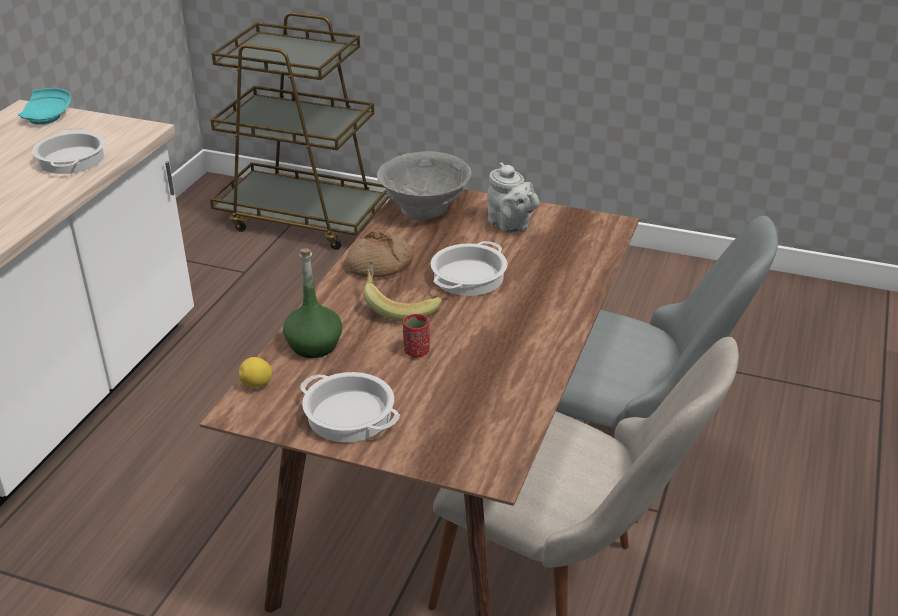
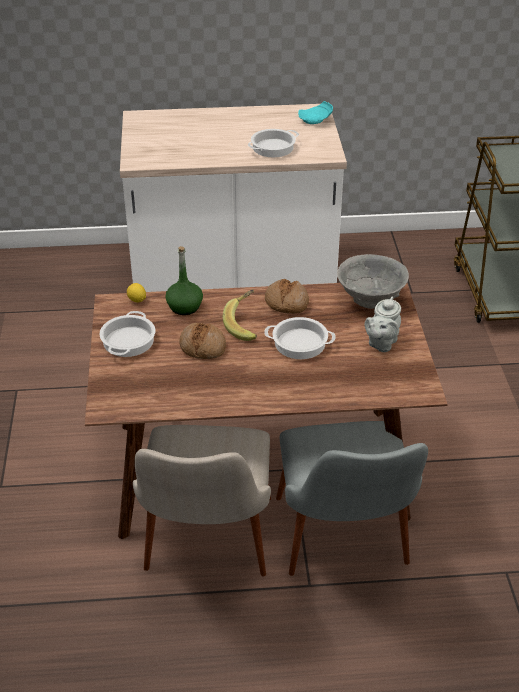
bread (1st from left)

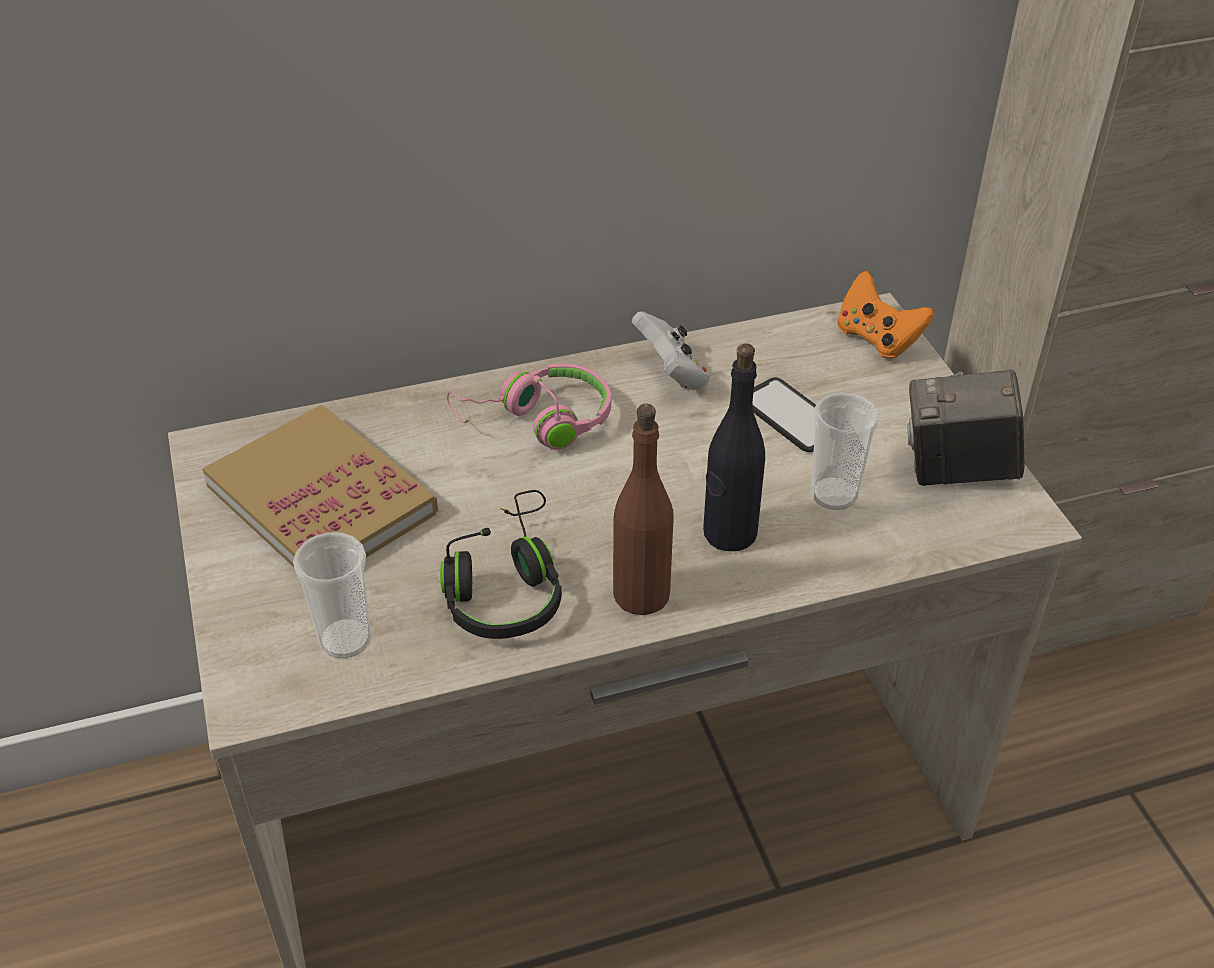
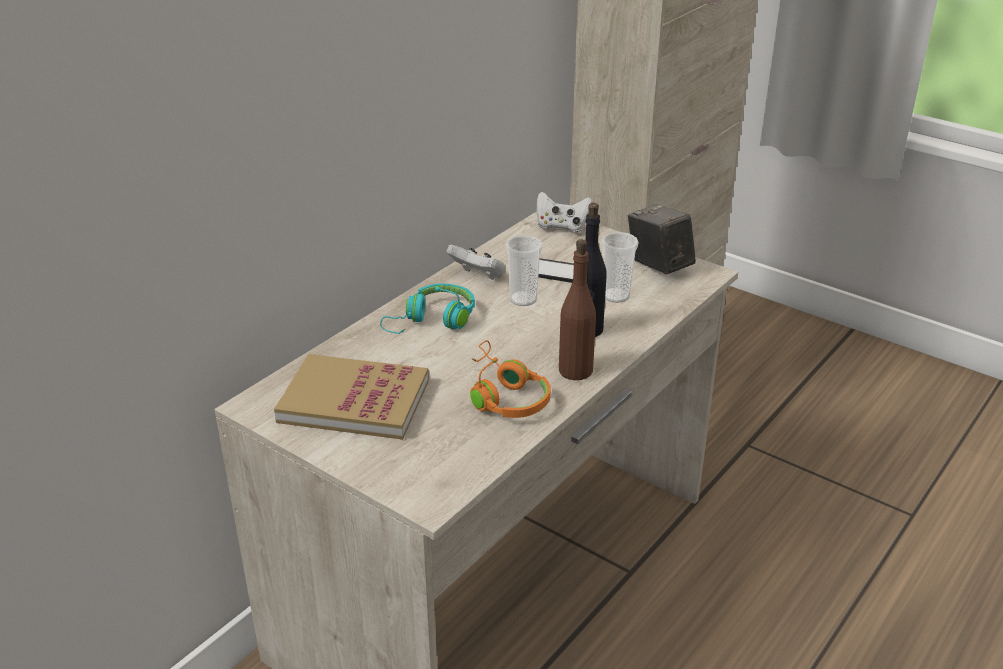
cup (1st from left); orange headphones; turquoise headphones; white game controller (2nd from left); photo camera

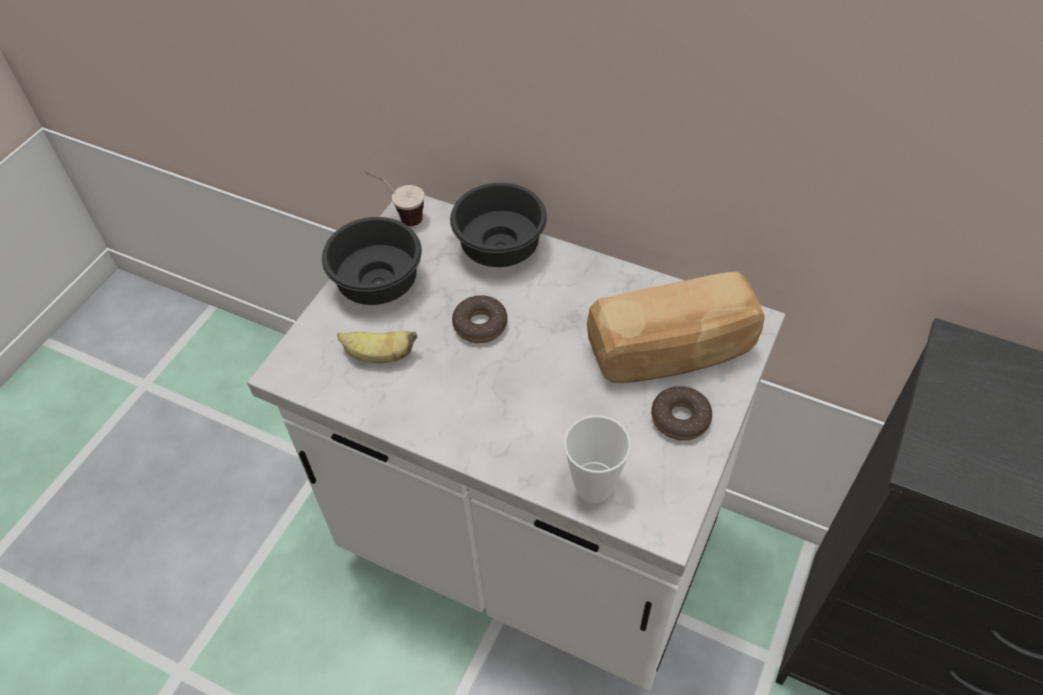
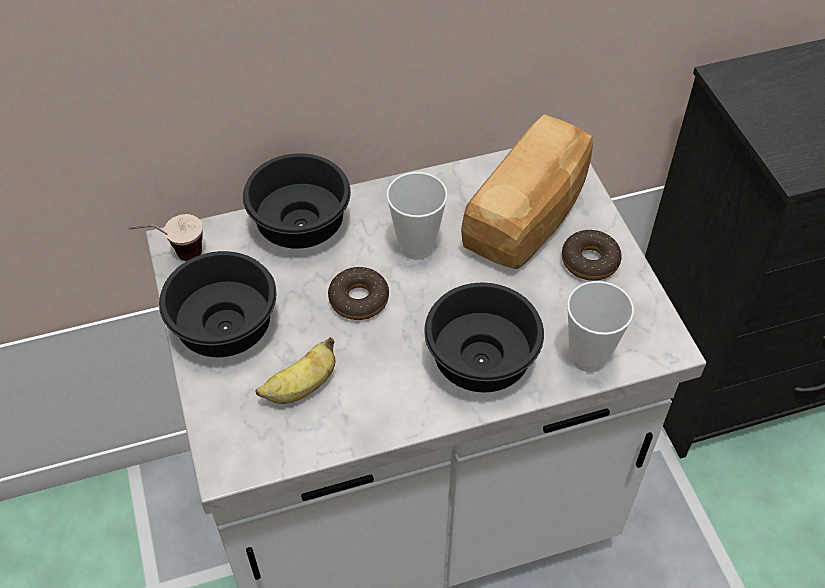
cup (2nd from left); black bowl (3rd from left)

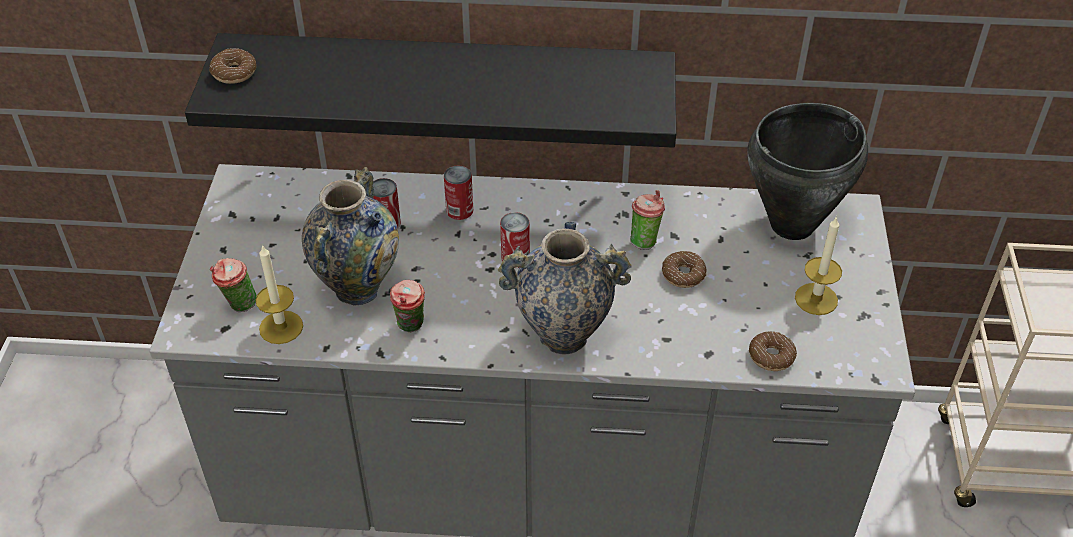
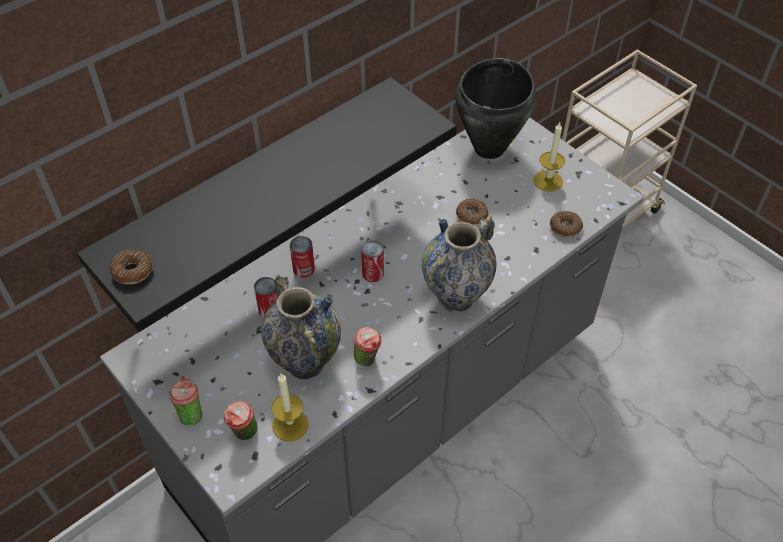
cup (1st from left)

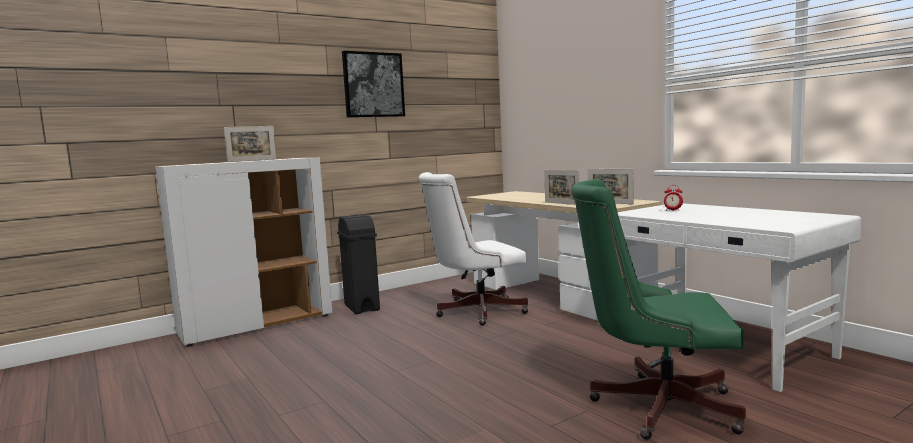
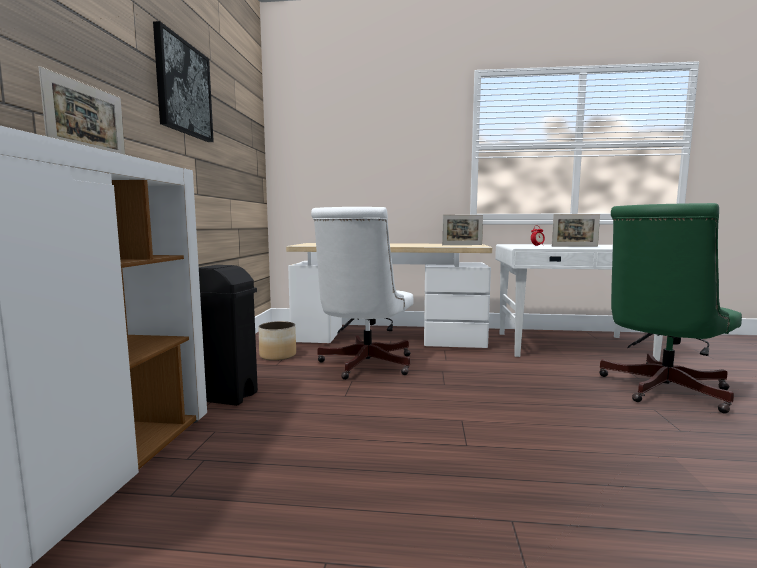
picture frame (3rd from left); planter

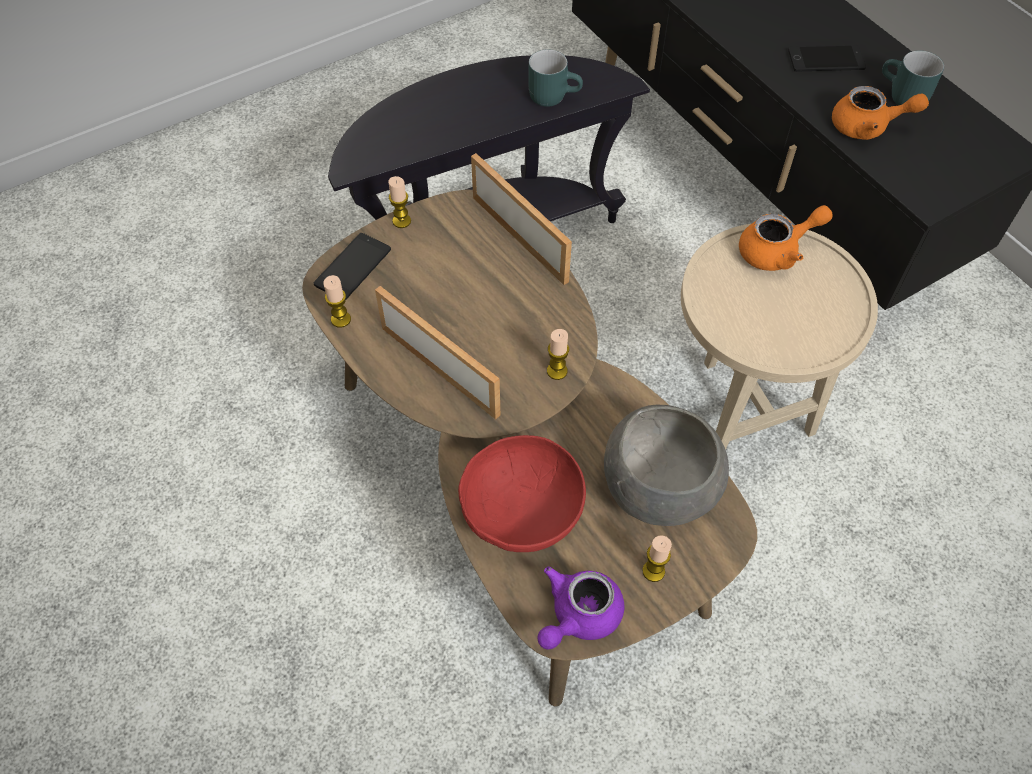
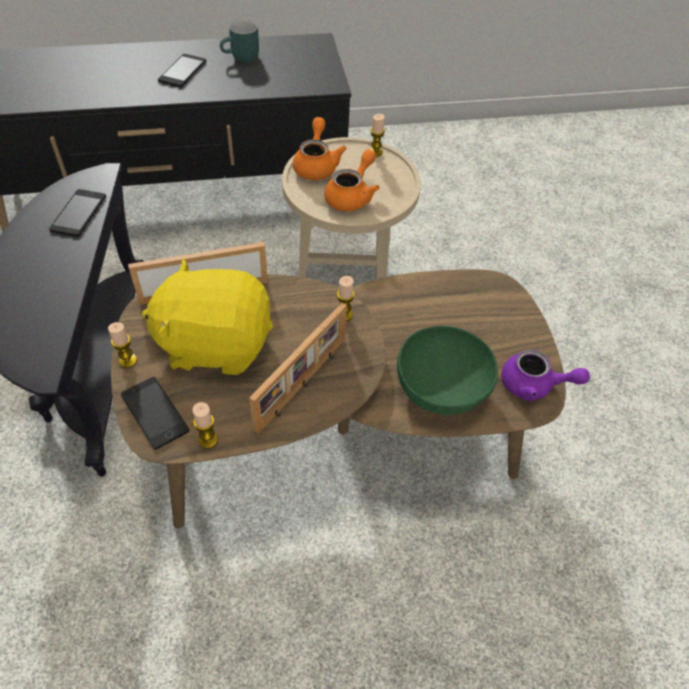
picture frame (2nd from left); green bowl; phone (1st from left); purple teapot; grey bowl; candle (4th from left); orange teapot (2nd from left); yellow plush toy

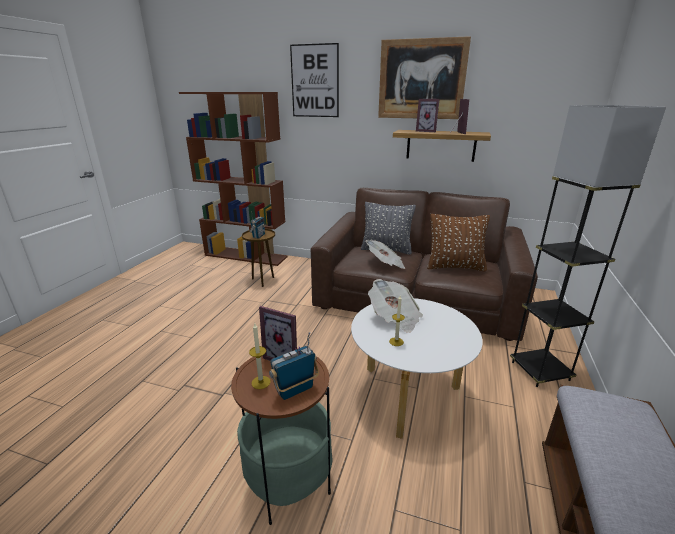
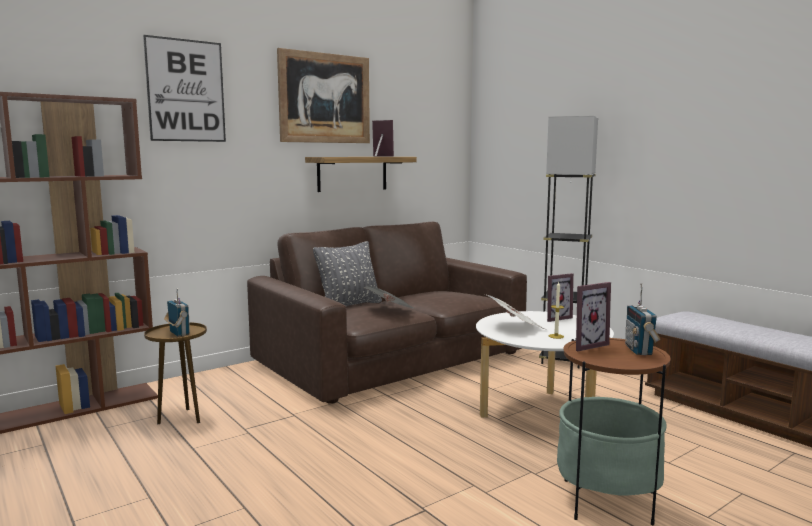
candle (1st from left in the first image); picture frame (2nd from left); brown pillow

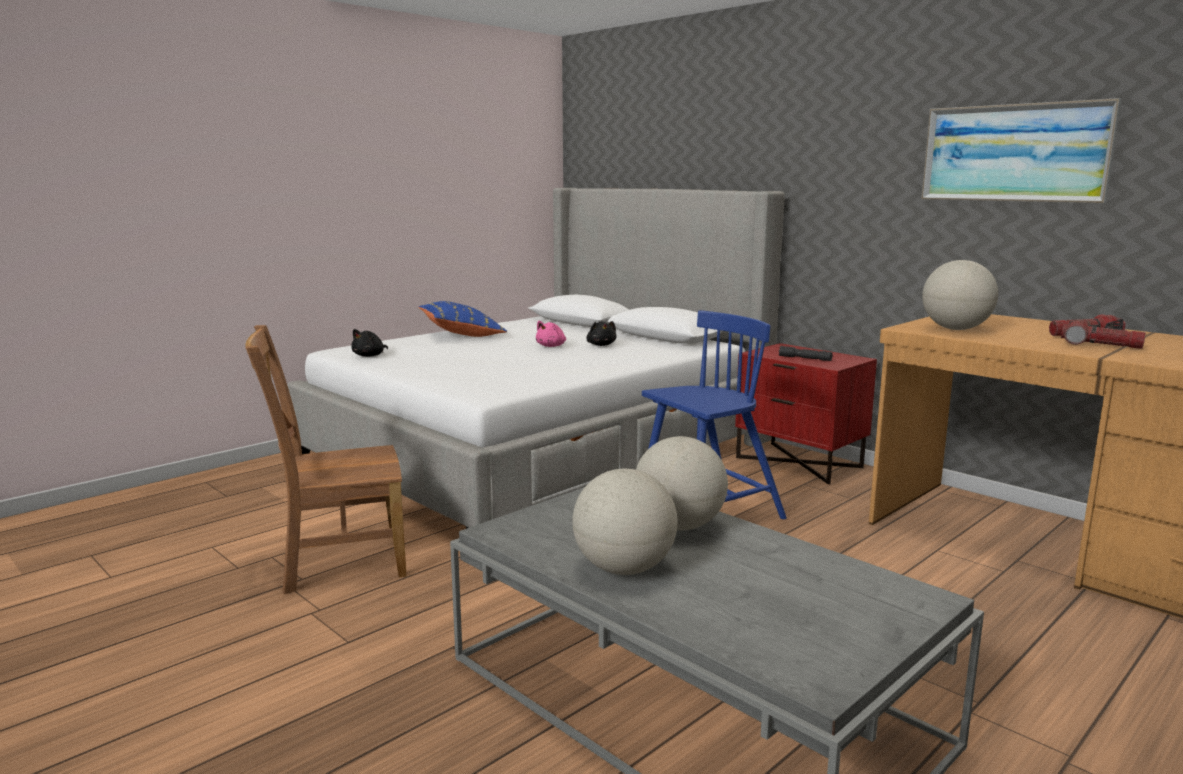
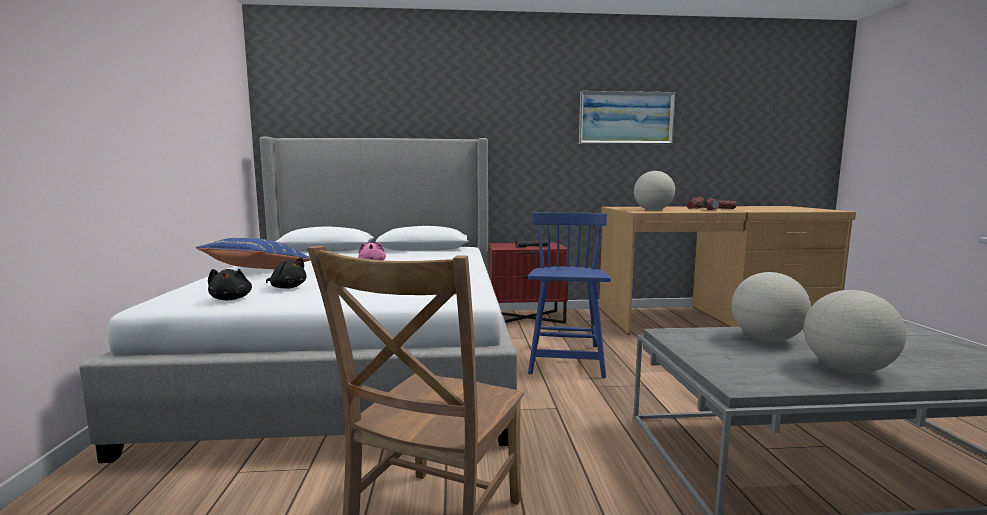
black plush toy (2nd from left)

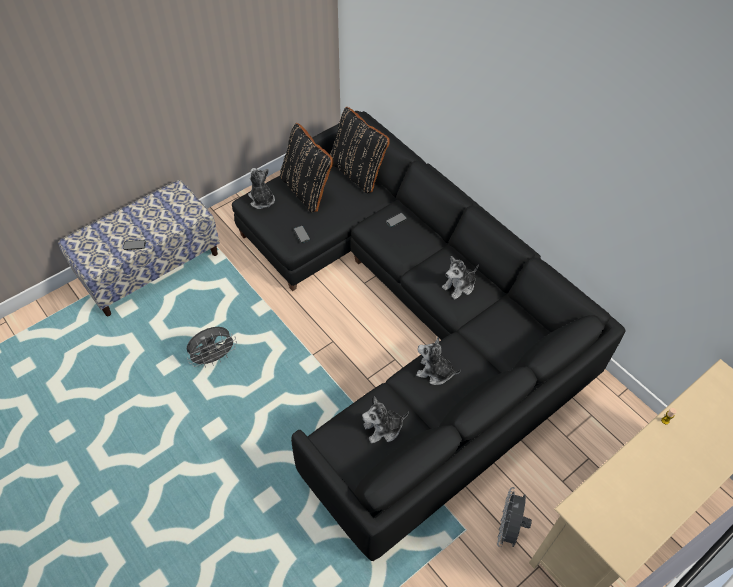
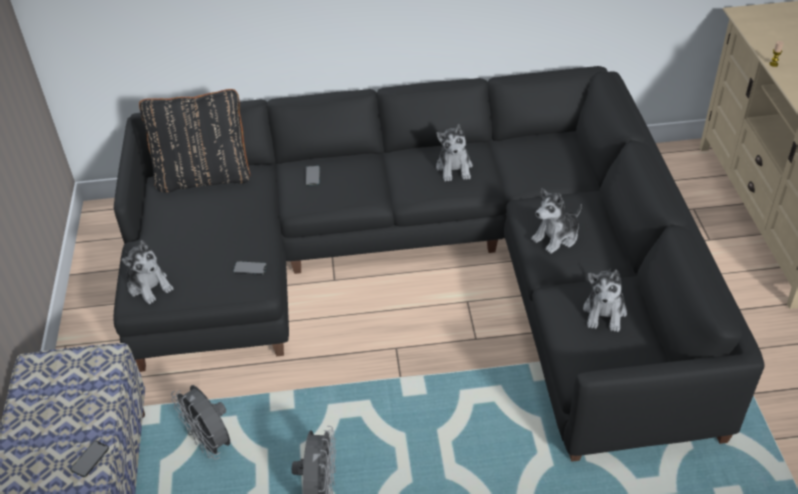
plush toy (1st from left); black pillow (1st from left in the first image); grey fan (1st from left)

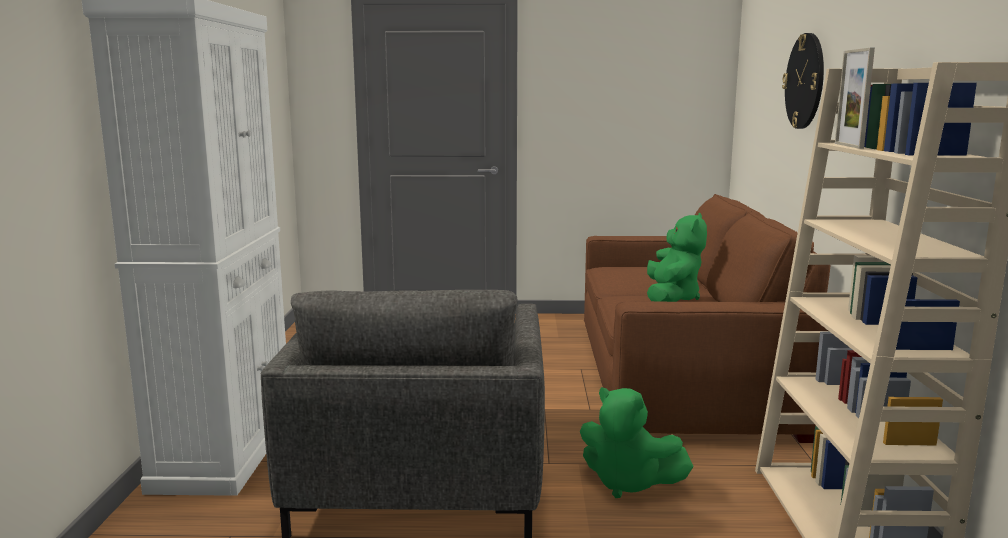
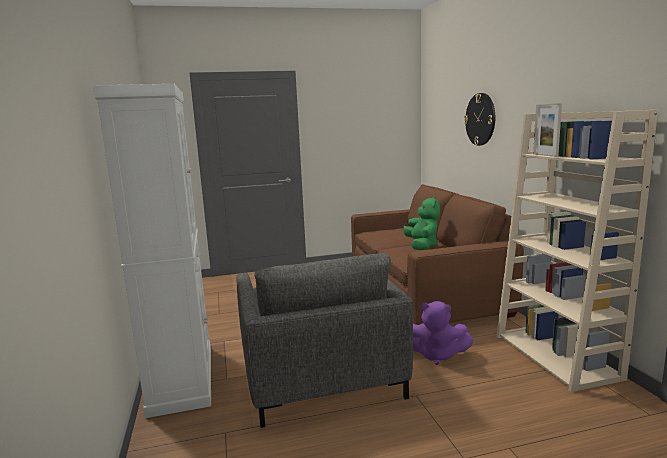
purple plush toy

